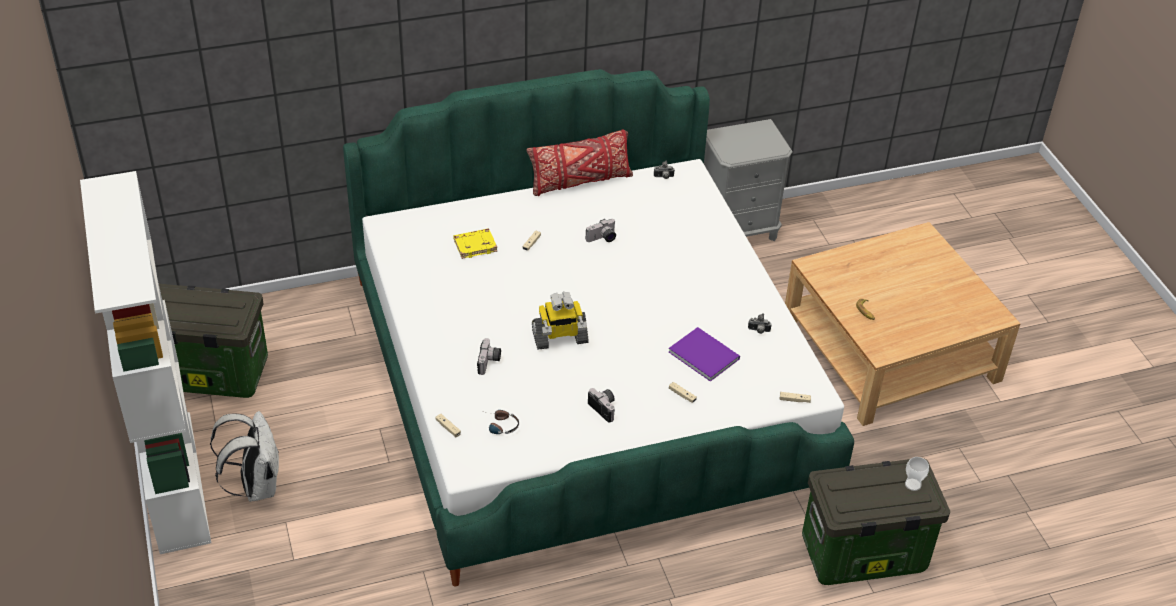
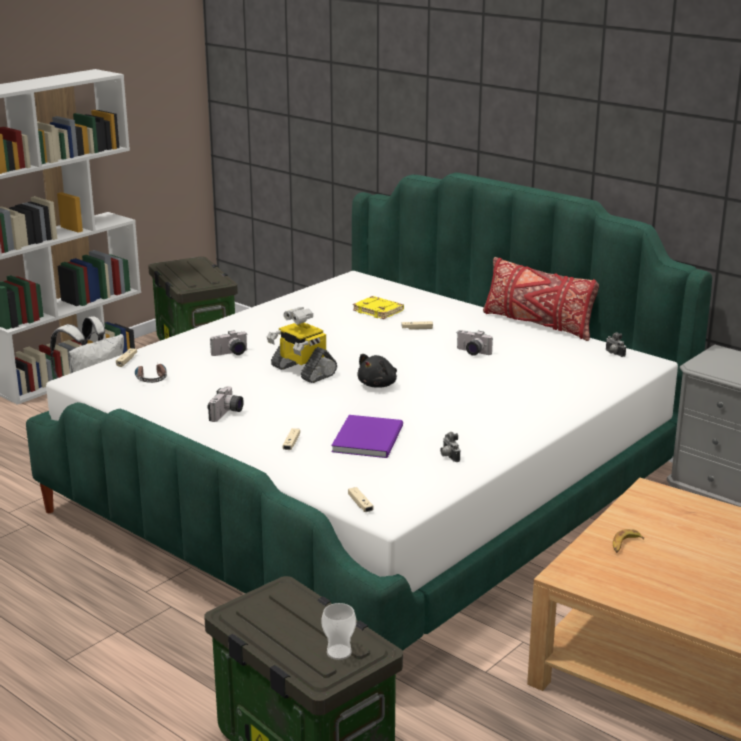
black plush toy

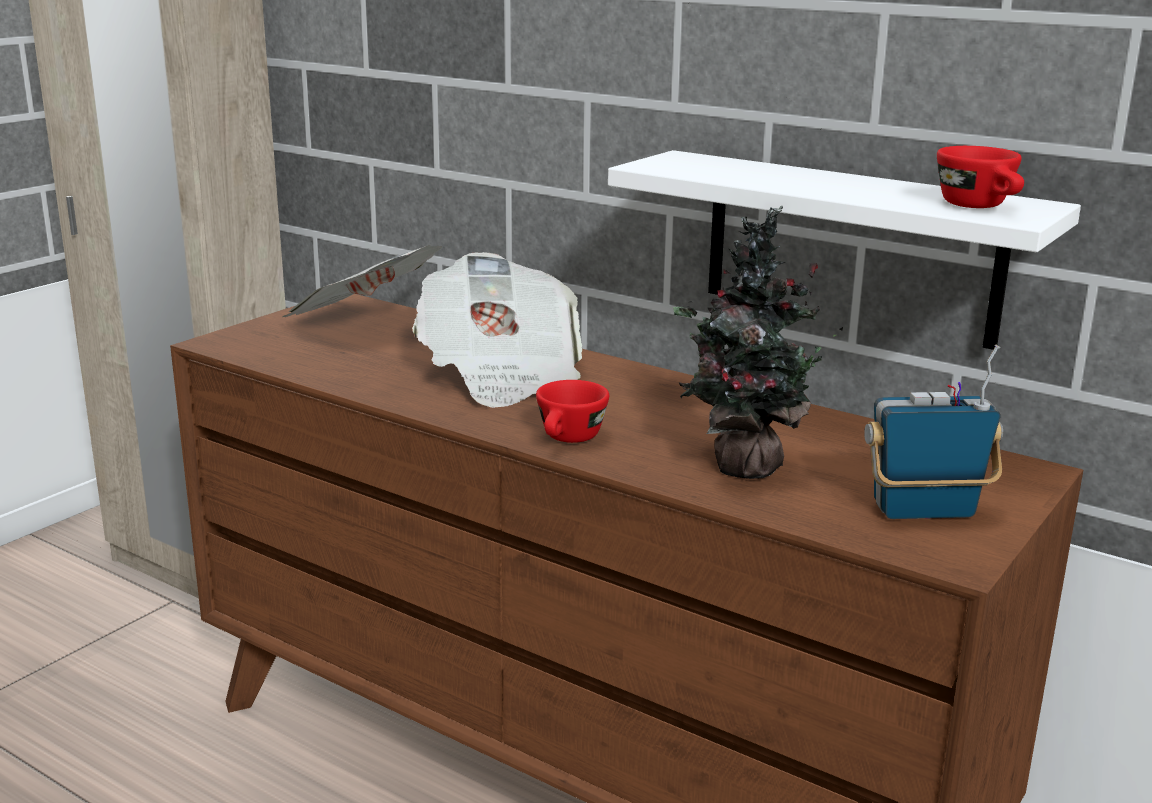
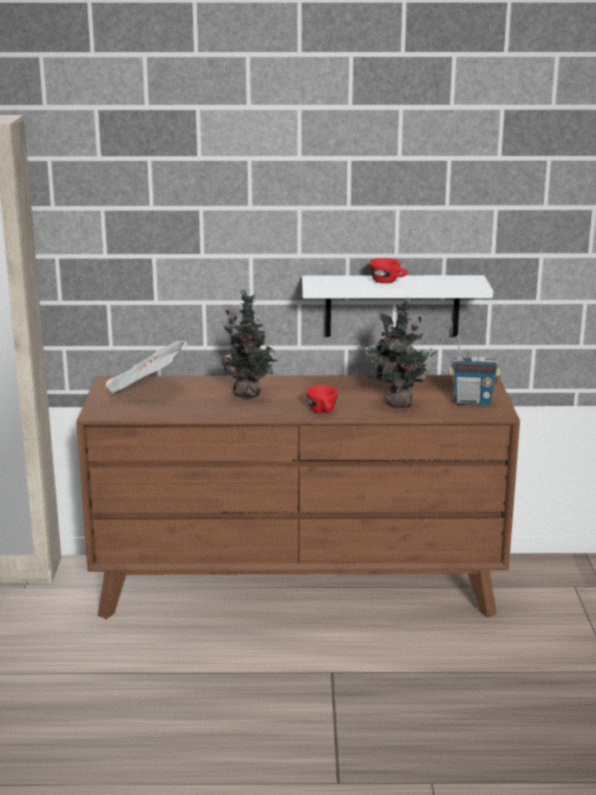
potted plant (1st from left); radio; red cup (2nd from left)

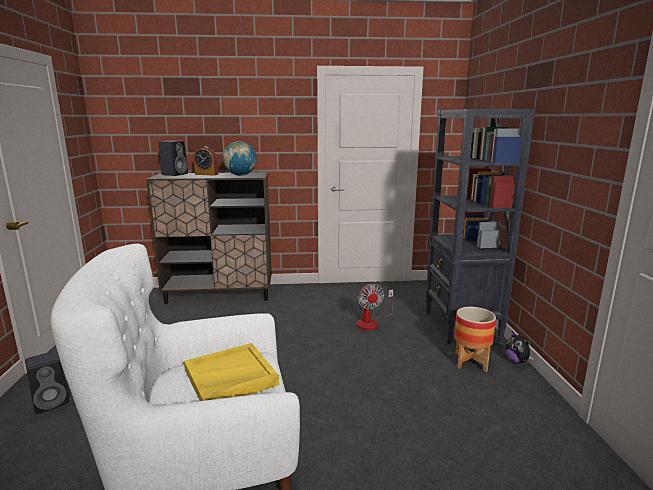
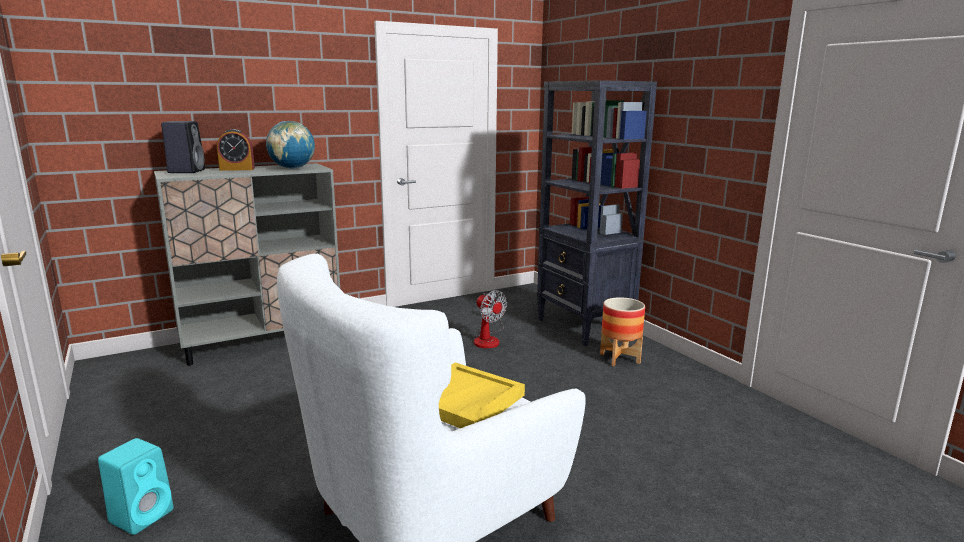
turquoise speaker; grey cabinet; plush toy

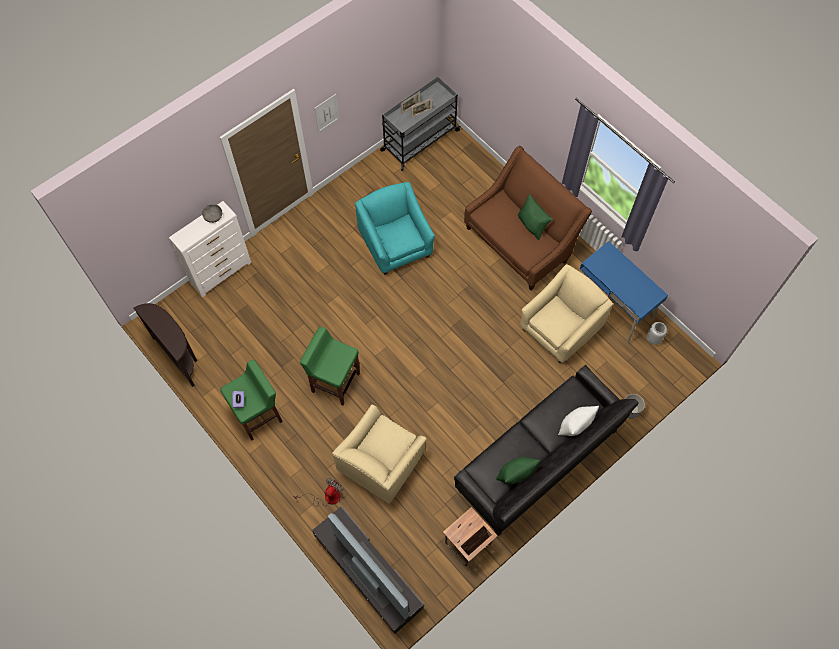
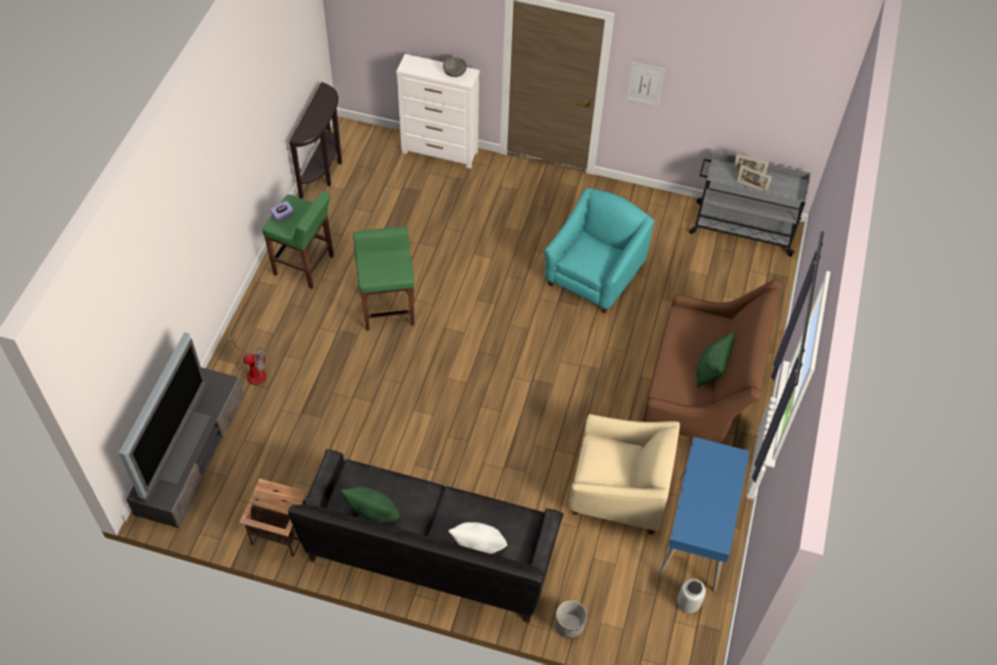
beige armchair (1st from left in the first image)

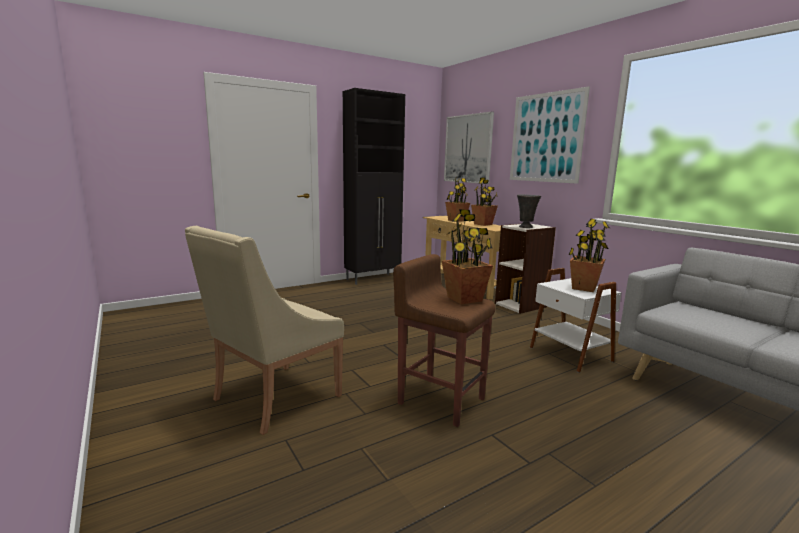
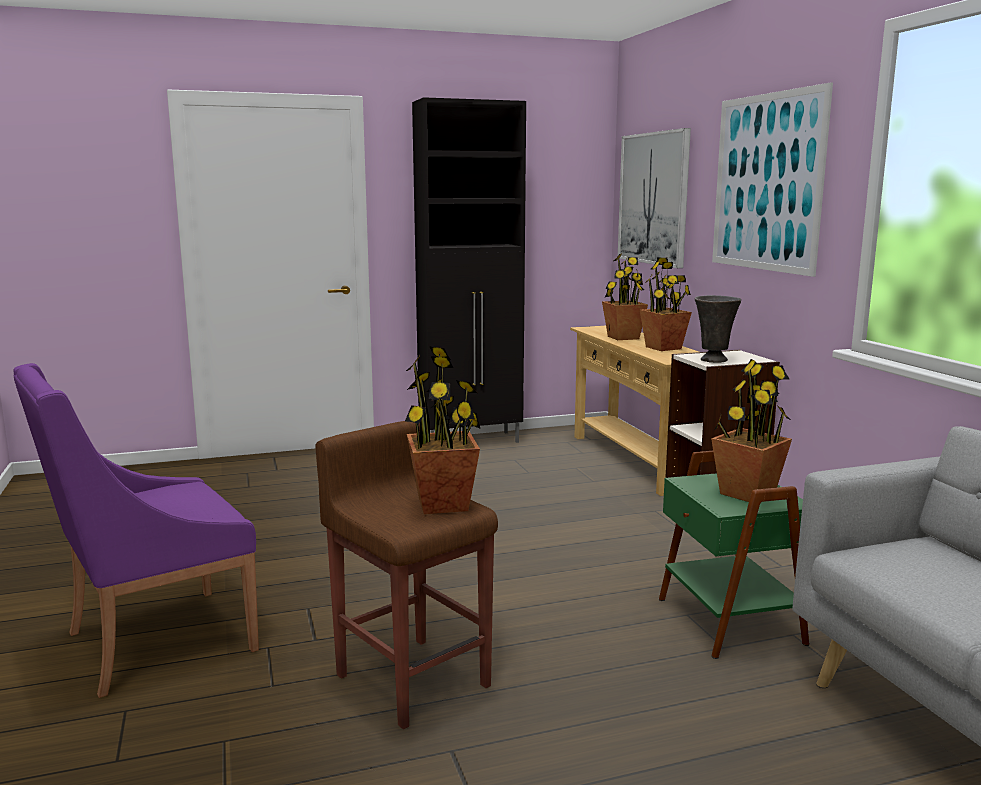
purple armchair; green side table

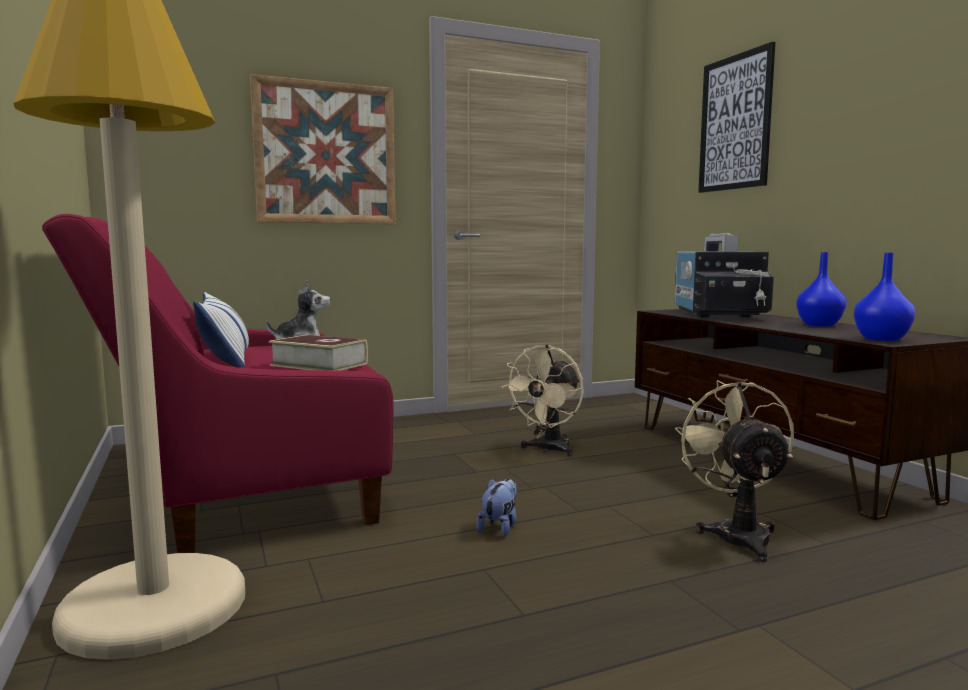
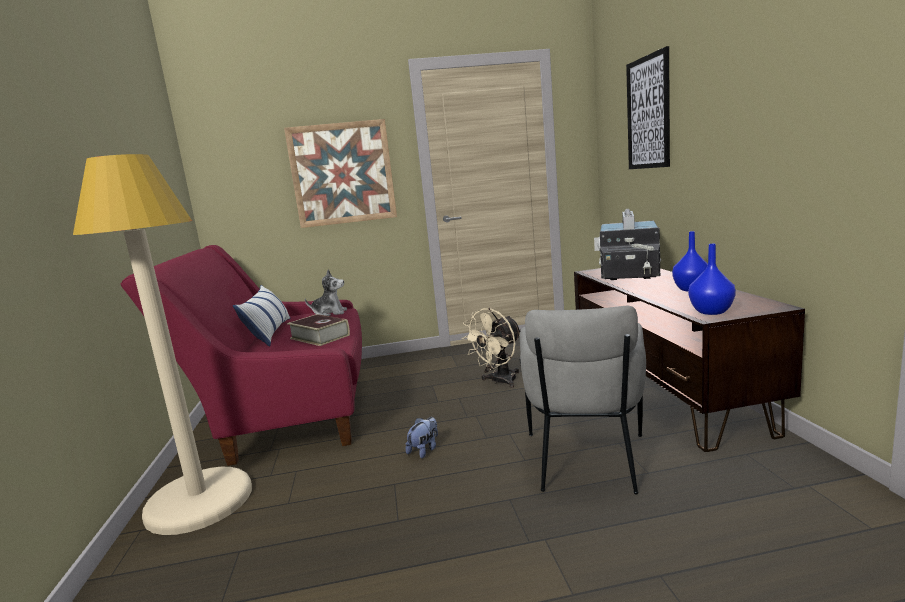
grey armchair

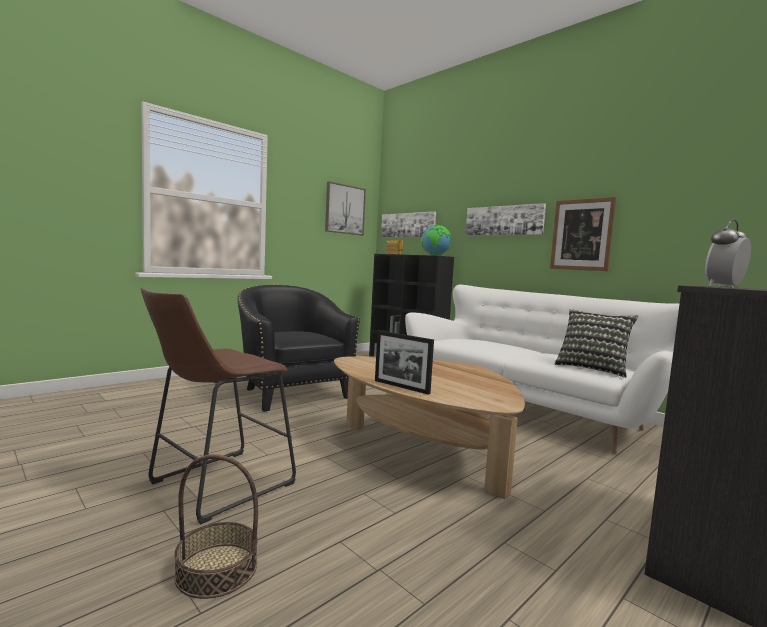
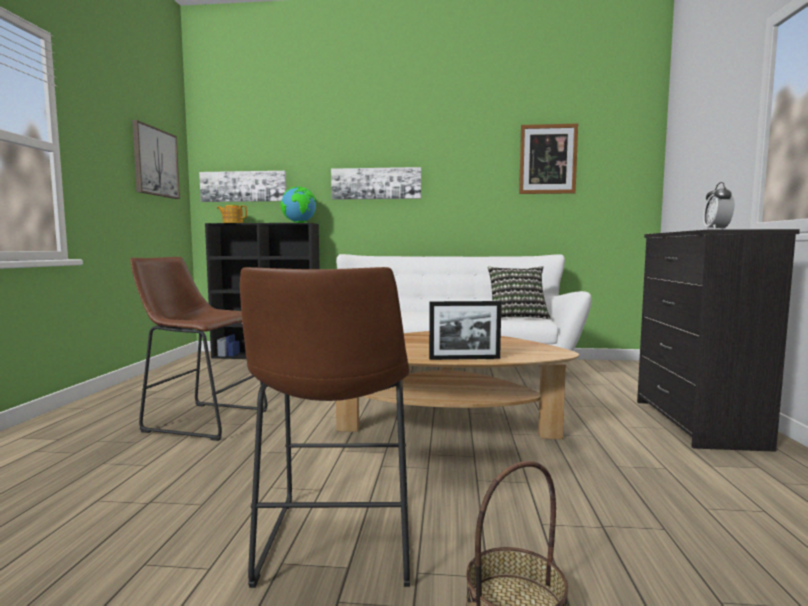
brown stool (1st from left); picture (4th from left)

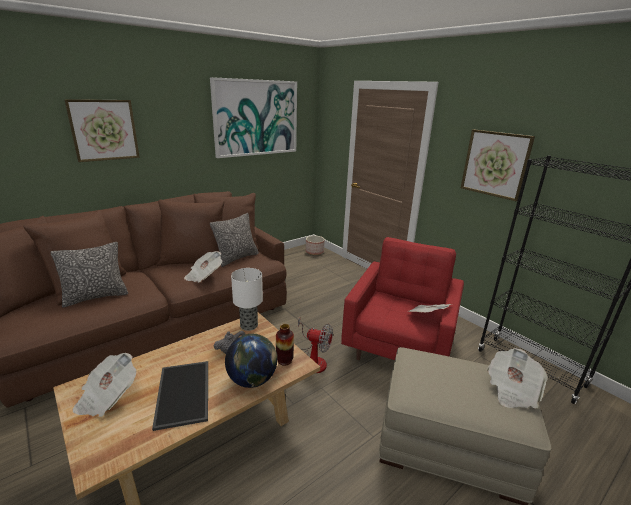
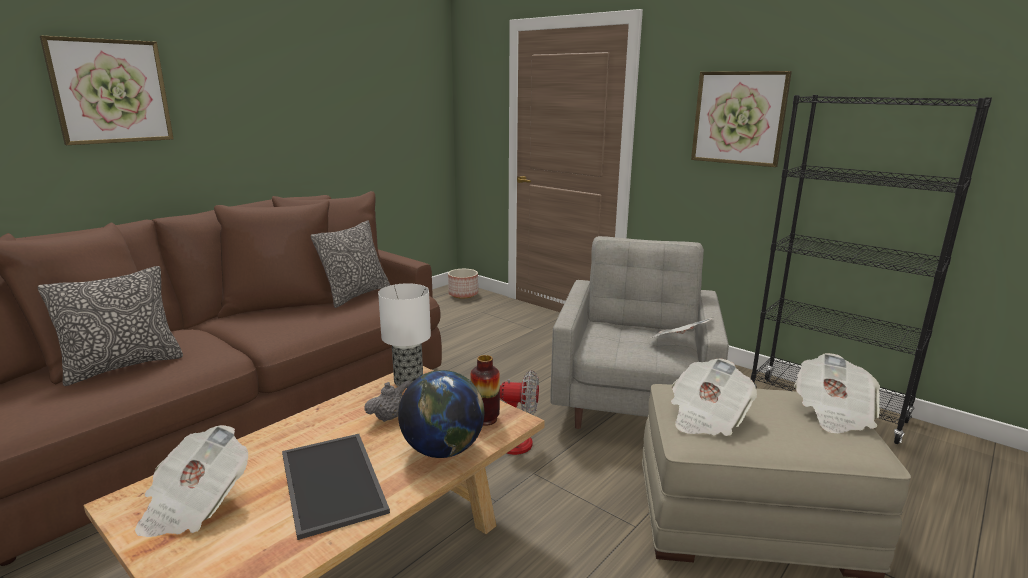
newspaper (3rd from left); picture (2nd from left in the first image); grey armchair

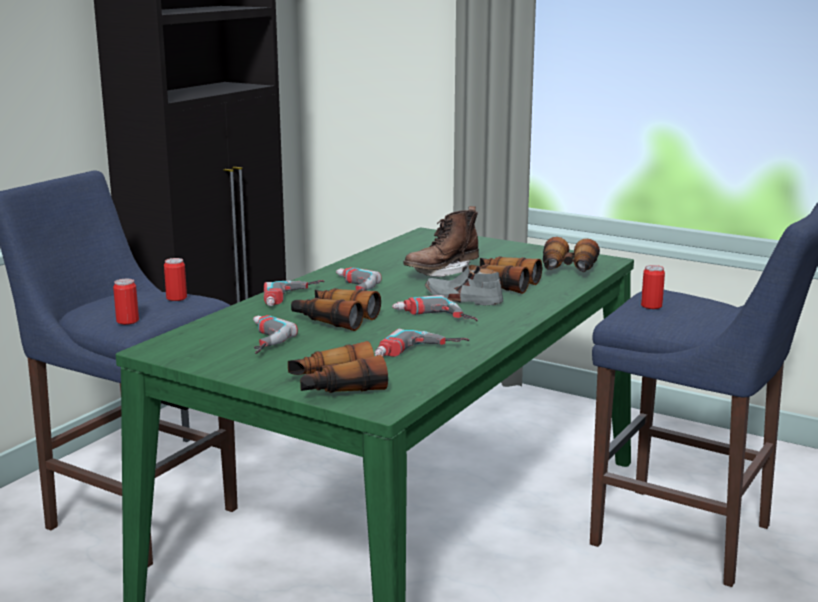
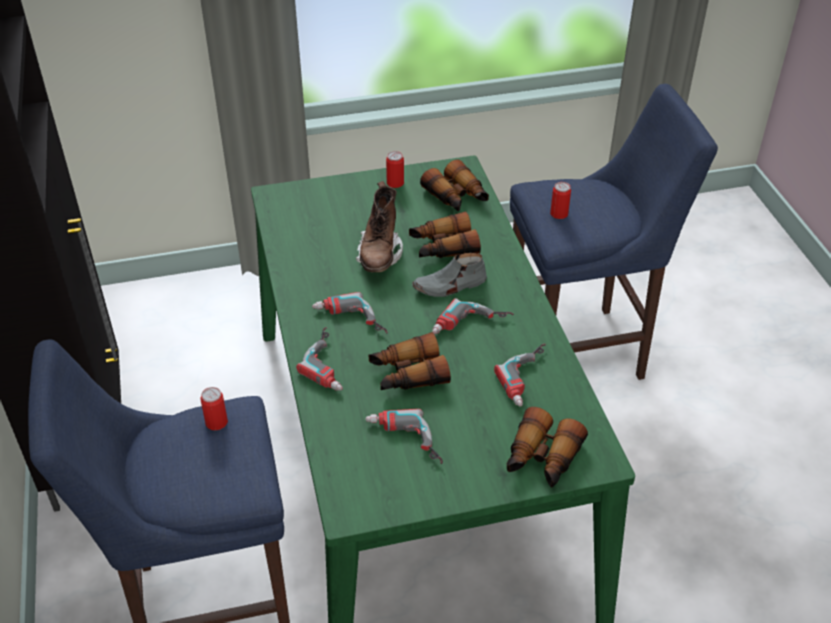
can (2nd from left)

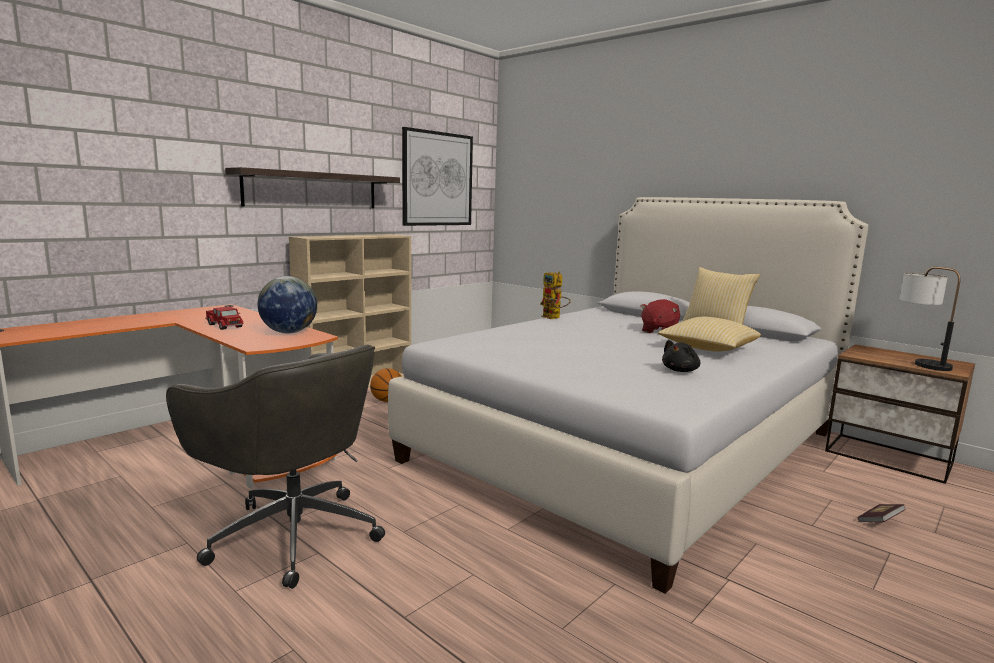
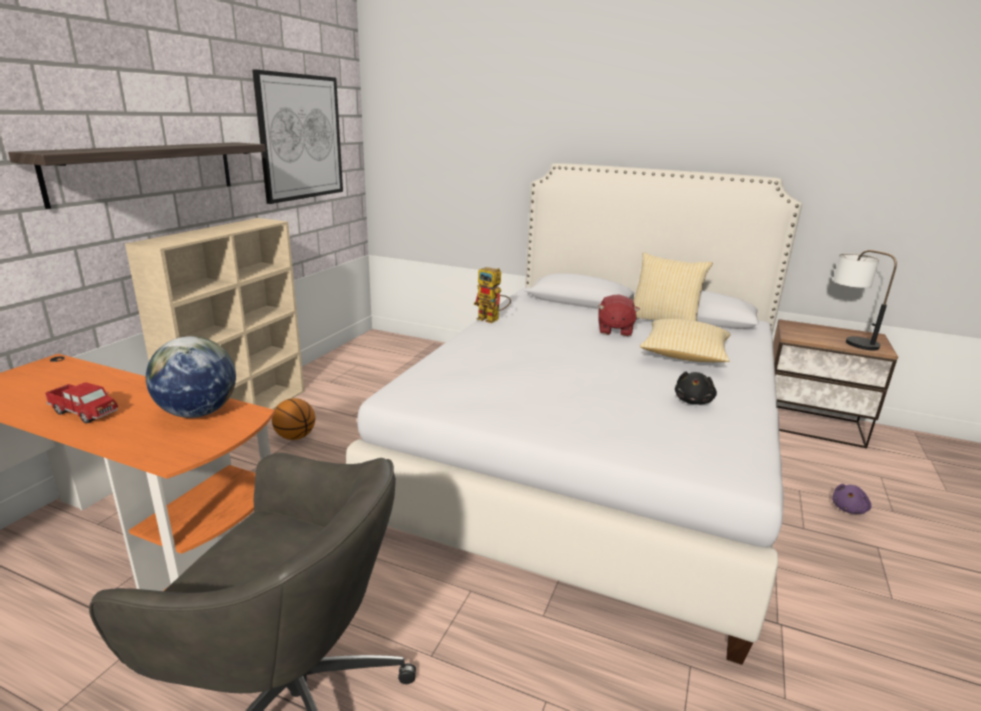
purple plush toy

